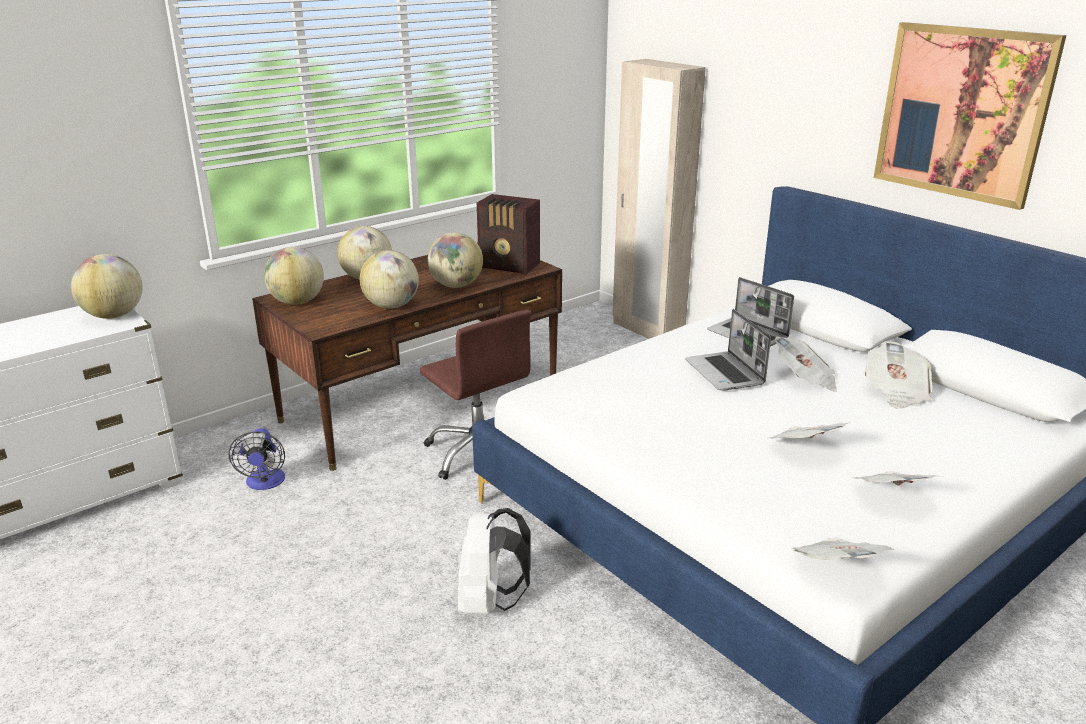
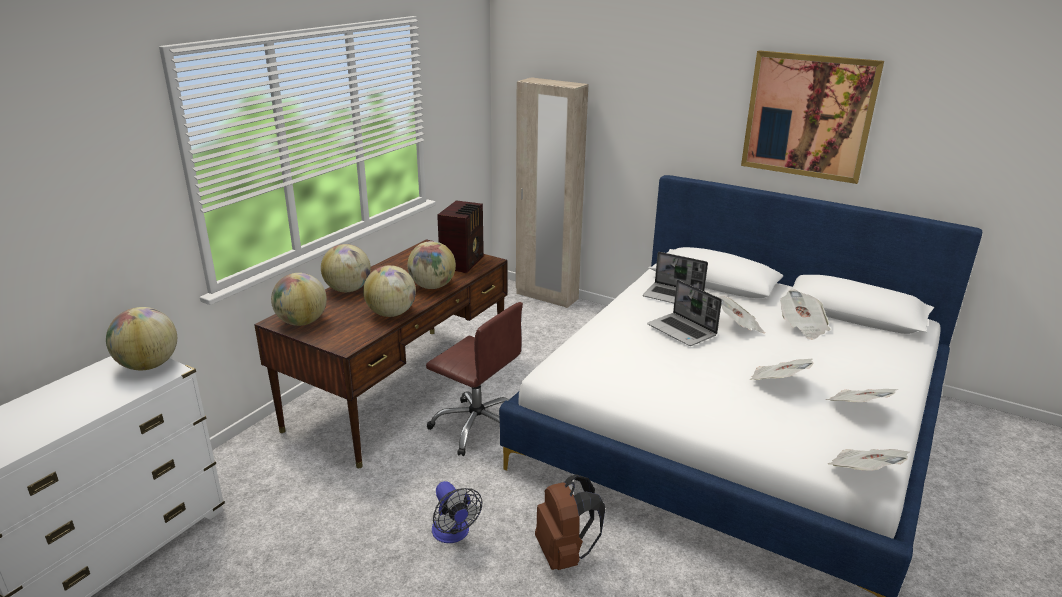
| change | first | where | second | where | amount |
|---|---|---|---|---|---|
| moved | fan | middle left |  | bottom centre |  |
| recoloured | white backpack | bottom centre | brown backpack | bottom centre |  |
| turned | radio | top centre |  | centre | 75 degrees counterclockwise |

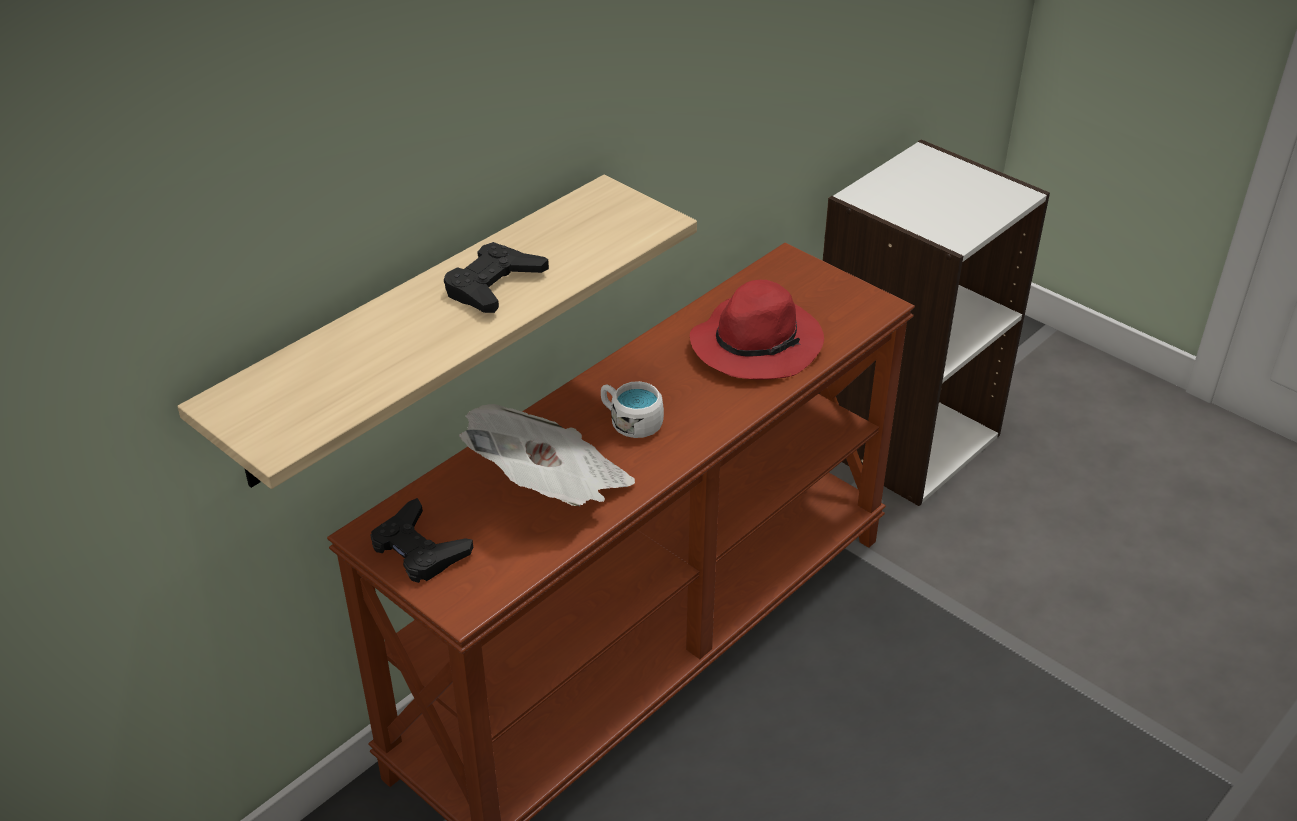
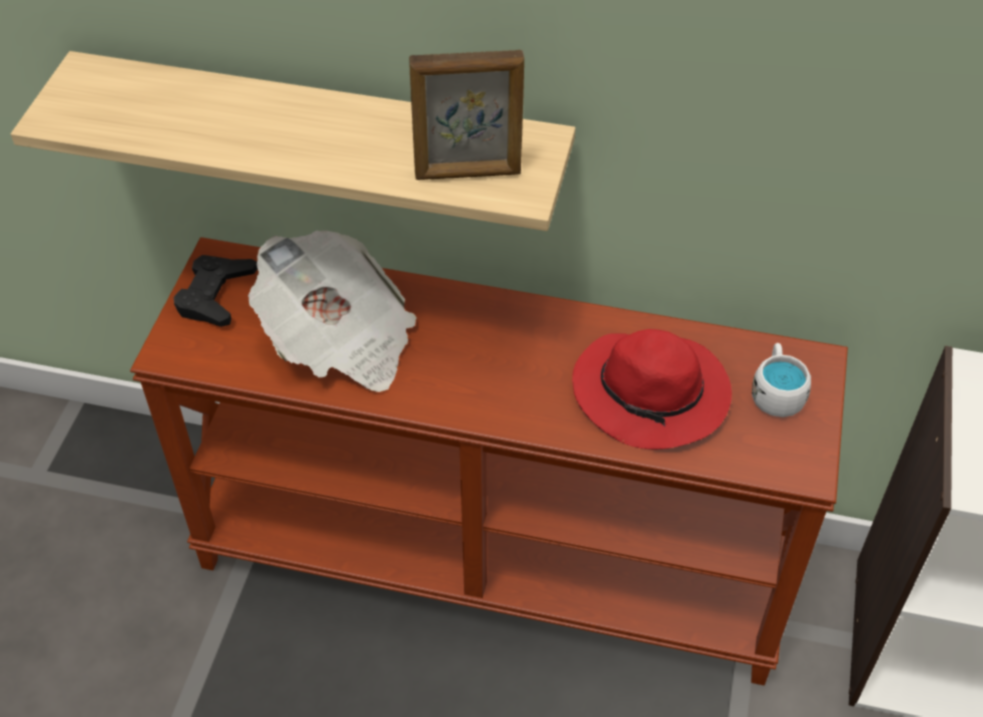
| change | first | where | second | where | amount |
|---|---|---|---|---|---|
| removed | black game controller (2nd from left) | centre |  |  |  |
| moved | white mug | centre |  | middle right |  |
| added |  |  | picture frame | top centre |  |

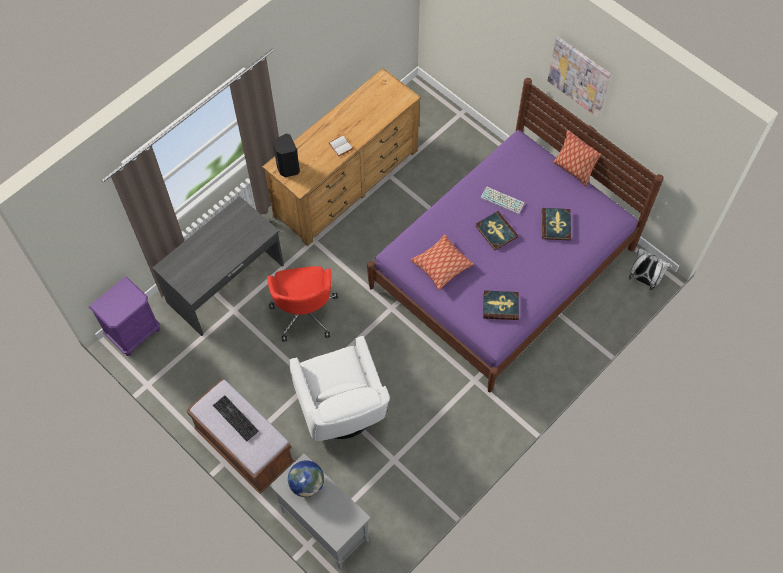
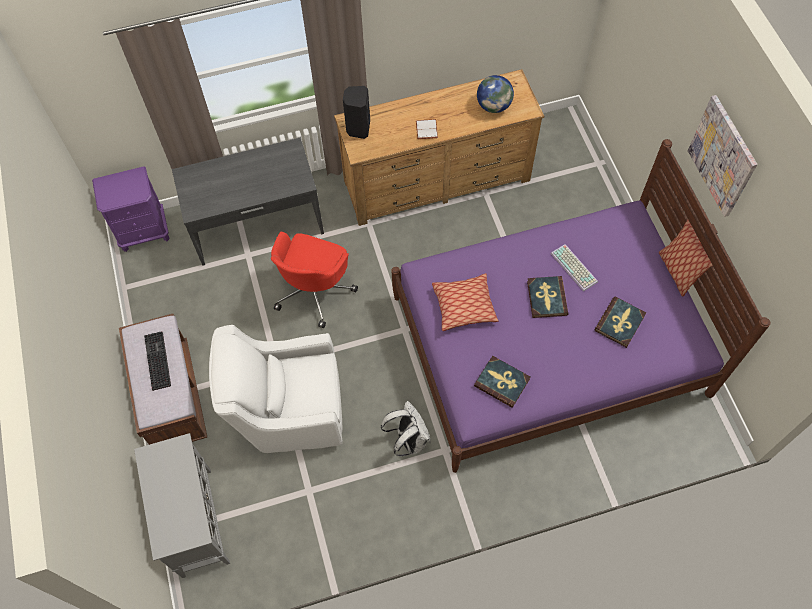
| change | first | where | second | where | amount |
|---|---|---|---|---|---|
| moved | globe | bottom centre |  | top centre |  |
| turned | white armchair | bottom centre |  | centre | 75 degrees clockwise |
| moved | white backpack | middle right |  | bottom centre |  |

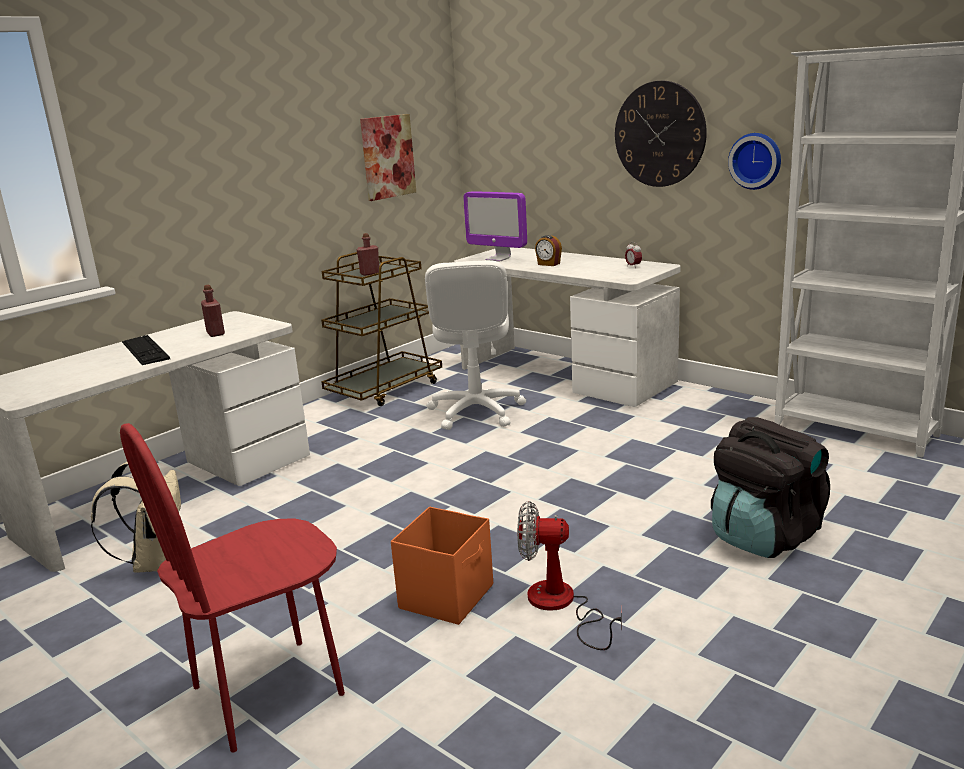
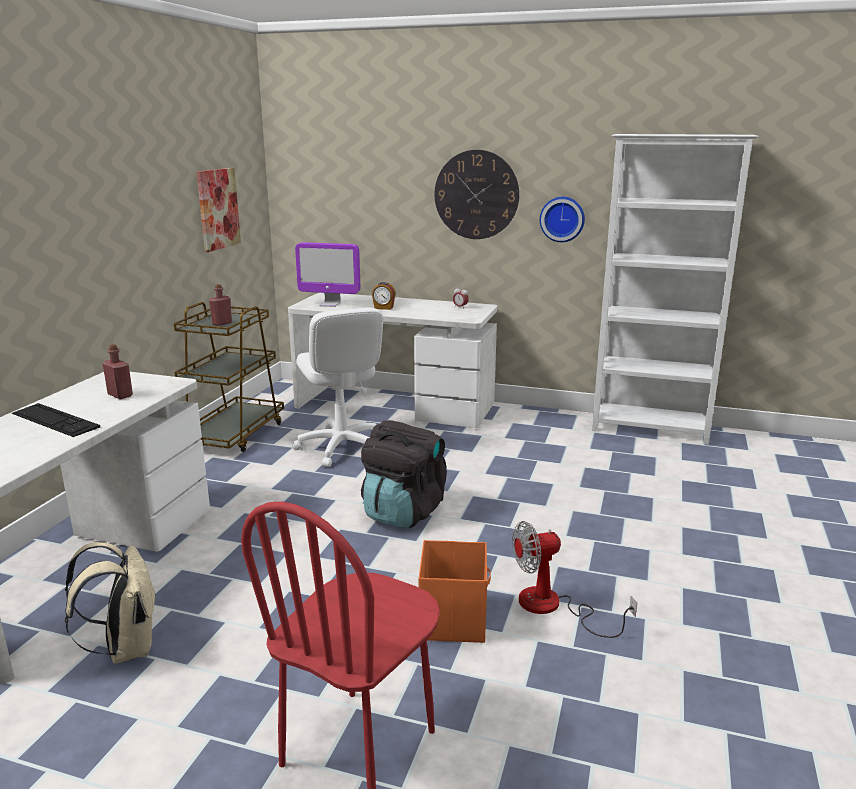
| change | first | where | second | where | amount |
|---|---|---|---|---|---|
| moved | black backpack | middle right |  | centre |  |

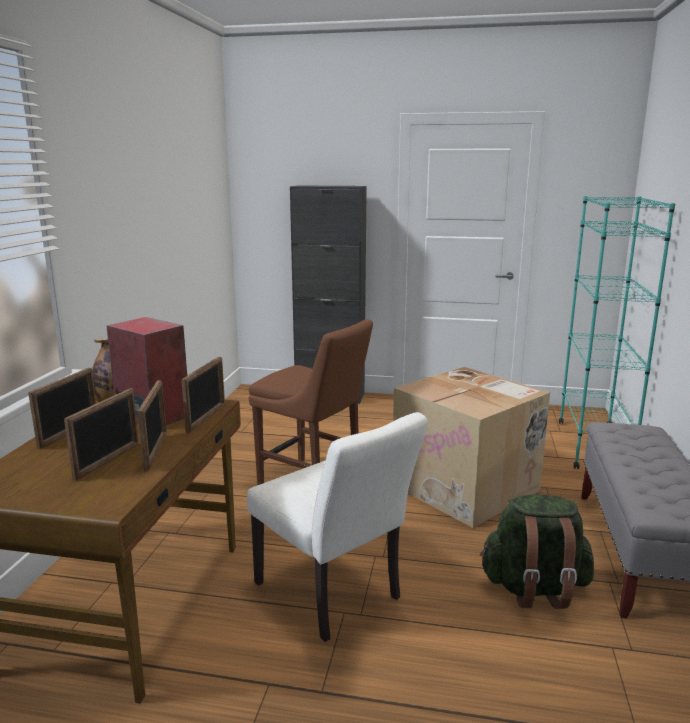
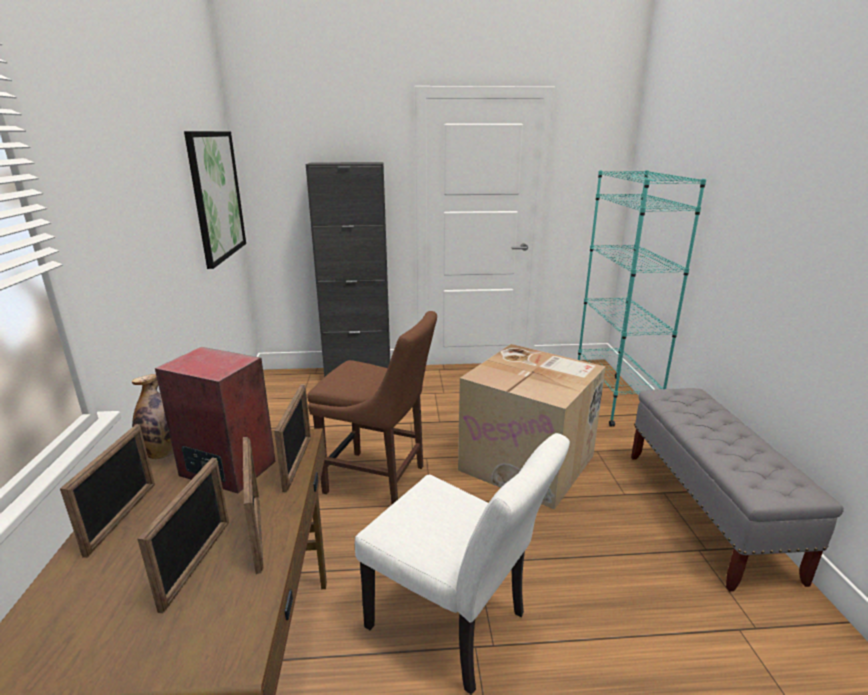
| change | first | where | second | where | amount |
|---|---|---|---|---|---|
| removed | green backpack | bottom right |  |  |  |
| added |  |  | picture | top left |  |

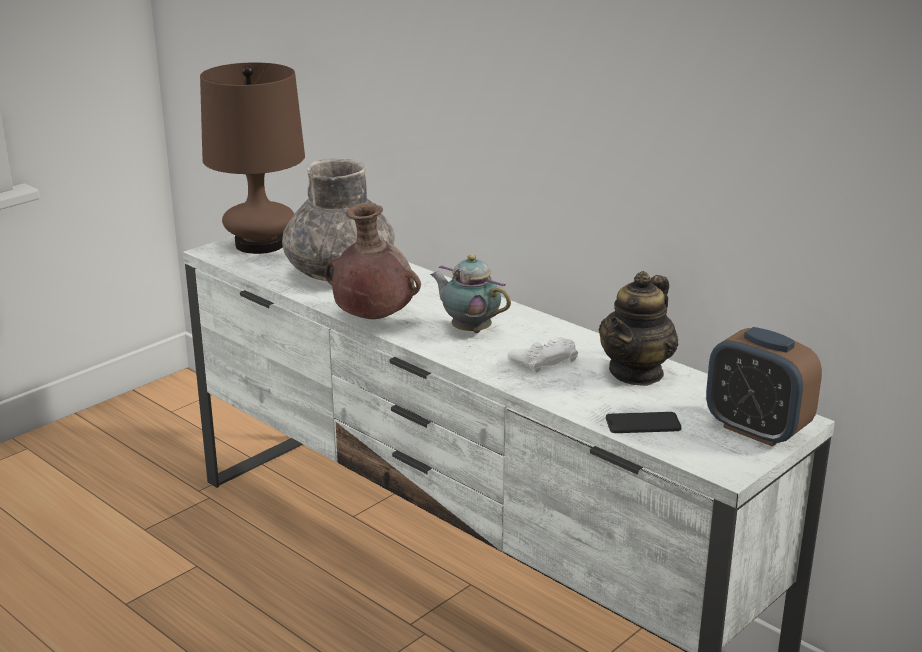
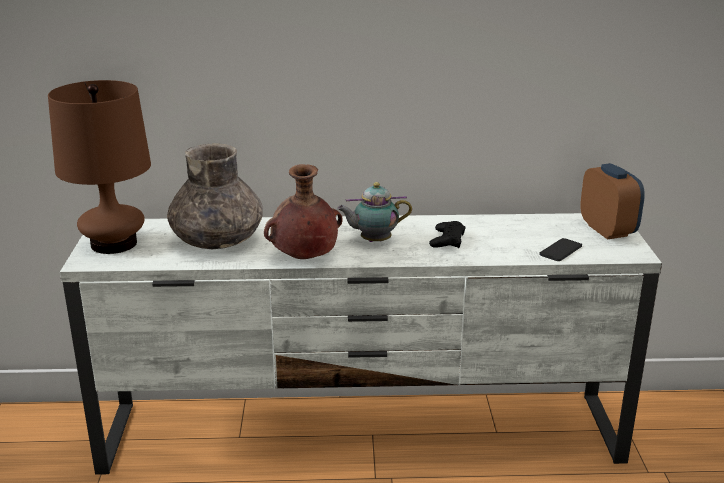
| change | first | where | second | where | amount |
|---|---|---|---|---|---|
| recoloured | white game controller | centre | black game controller | centre |  |
| removed | teapot (2nd from left) | middle right |  |  |  |
| turned | alarm clock | middle right |  | middle right | 105 degrees counterclockwise |

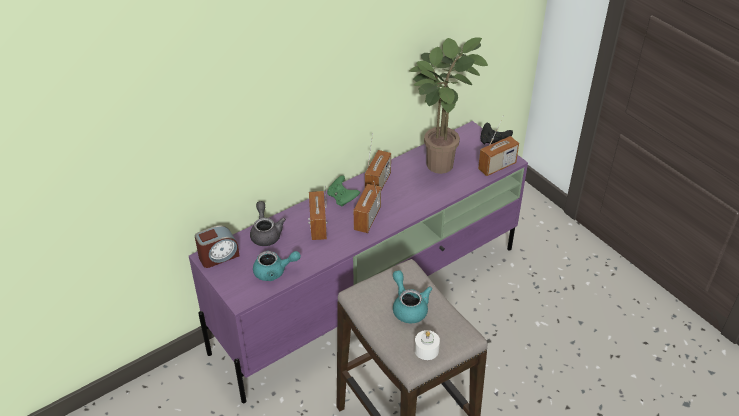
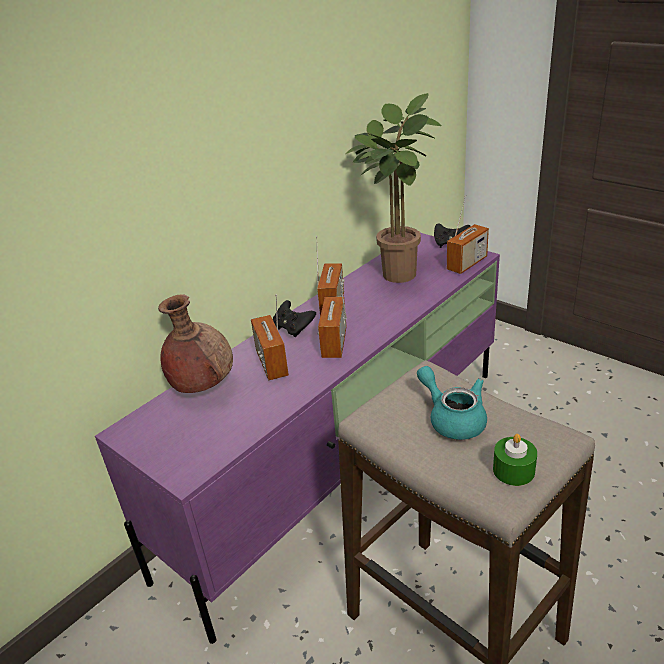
| change | first | where | second | where | amount |
|---|---|---|---|---|---|
| removed | alarm clock | middle left |  |  |  |
| replaced | grey teapot | centre | brown vase | middle left |  |
| removed | turquoise teapot (1st from left) | centre |  |  |  |
| recoloured | green game controller | centre | black game controller (1st from left) | centre |  |
| recoloured | white candle | bottom centre | green candle | bottom right |  |

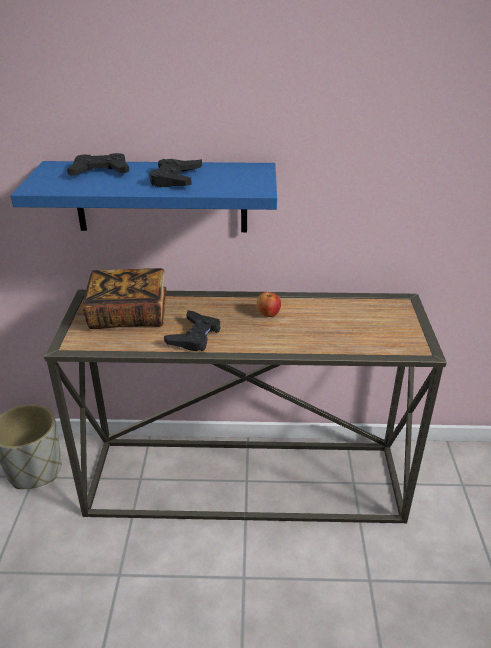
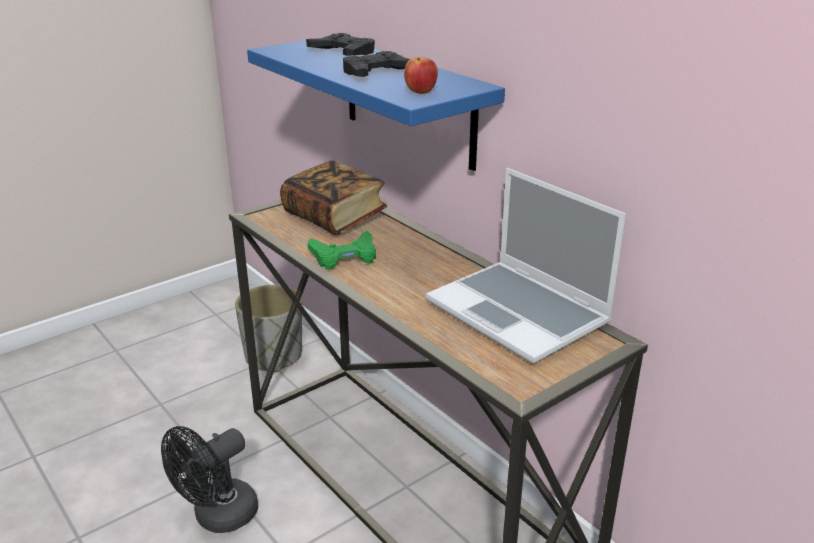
| change | first | where | second | where | amount |
|---|---|---|---|---|---|
| recoloured | black game controller (3rd from left) | centre | green game controller | centre |  |
| moved | apple | centre |  | top centre |  |
| added |  |  | black fan | bottom left |  |
| added |  |  | laptop | centre |  |

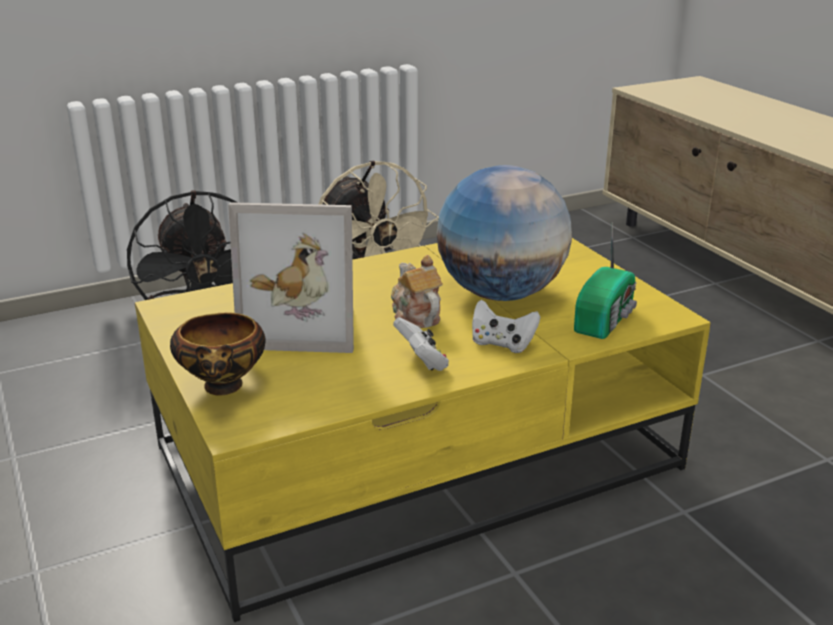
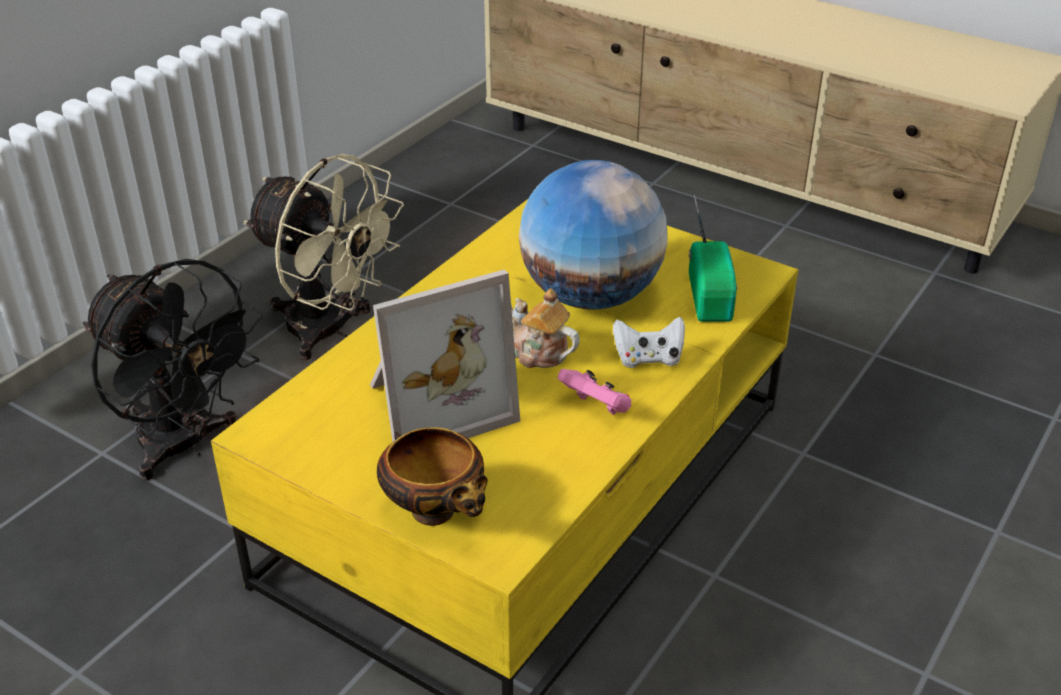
| change | first | where | second | where | amount |
|---|---|---|---|---|---|
| recoloured | white game controller (1st from left) | centre | pink game controller | centre |  |

